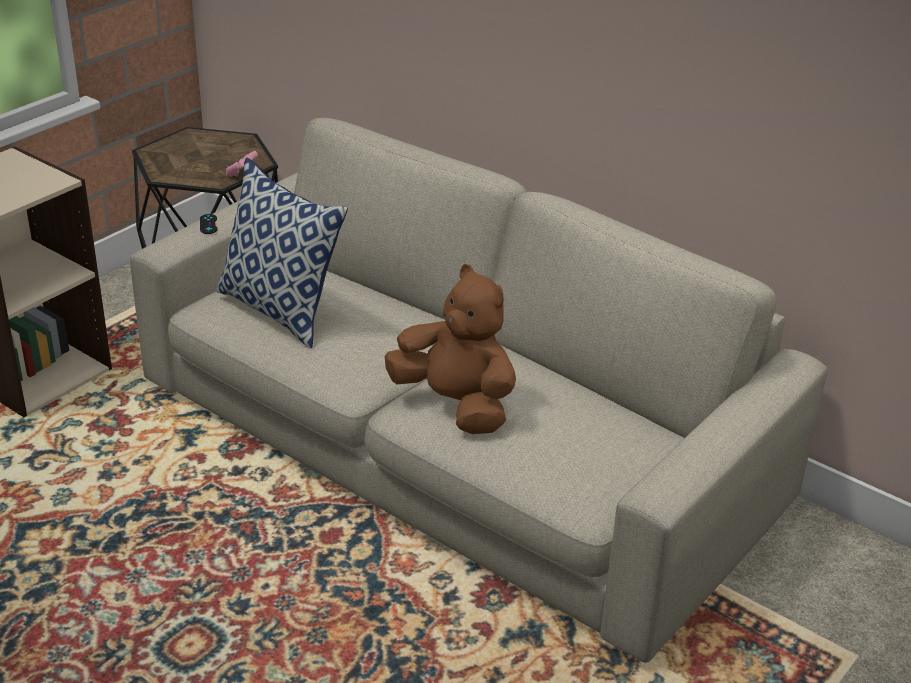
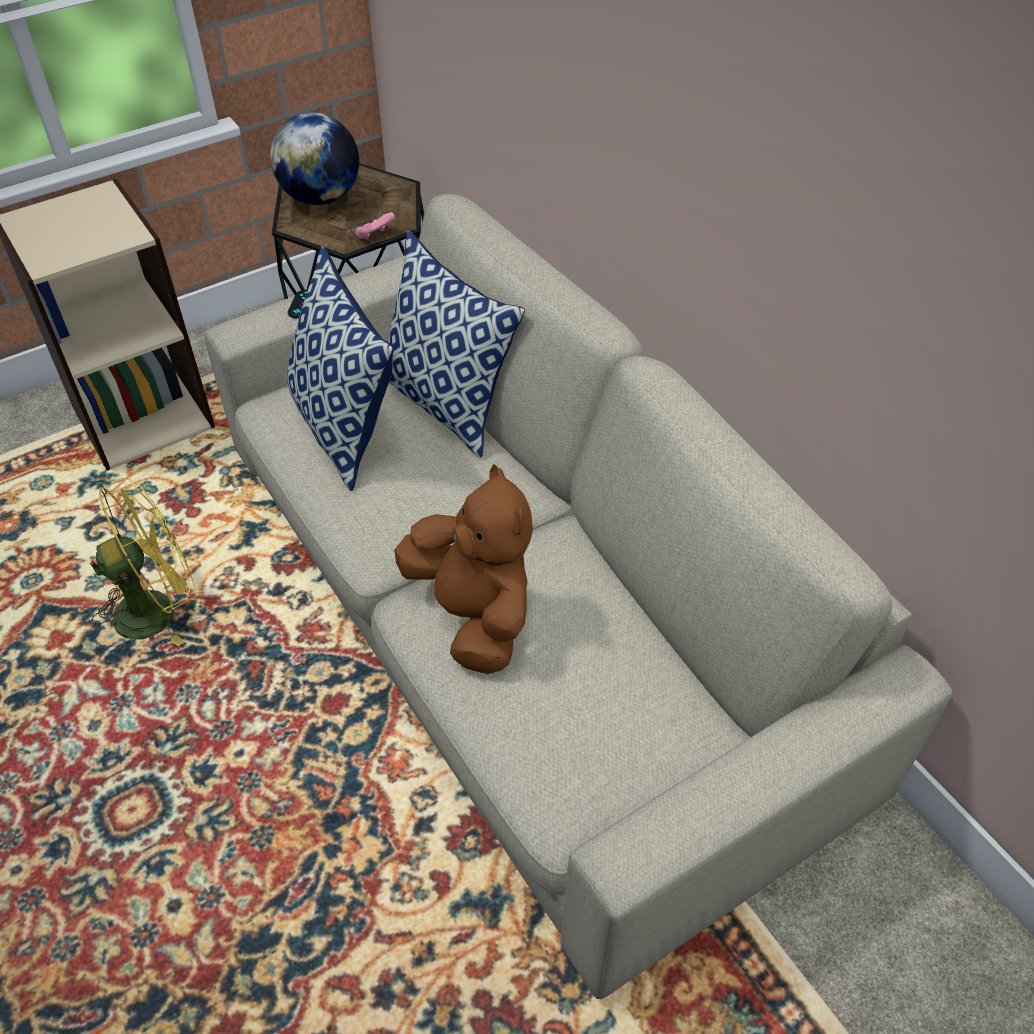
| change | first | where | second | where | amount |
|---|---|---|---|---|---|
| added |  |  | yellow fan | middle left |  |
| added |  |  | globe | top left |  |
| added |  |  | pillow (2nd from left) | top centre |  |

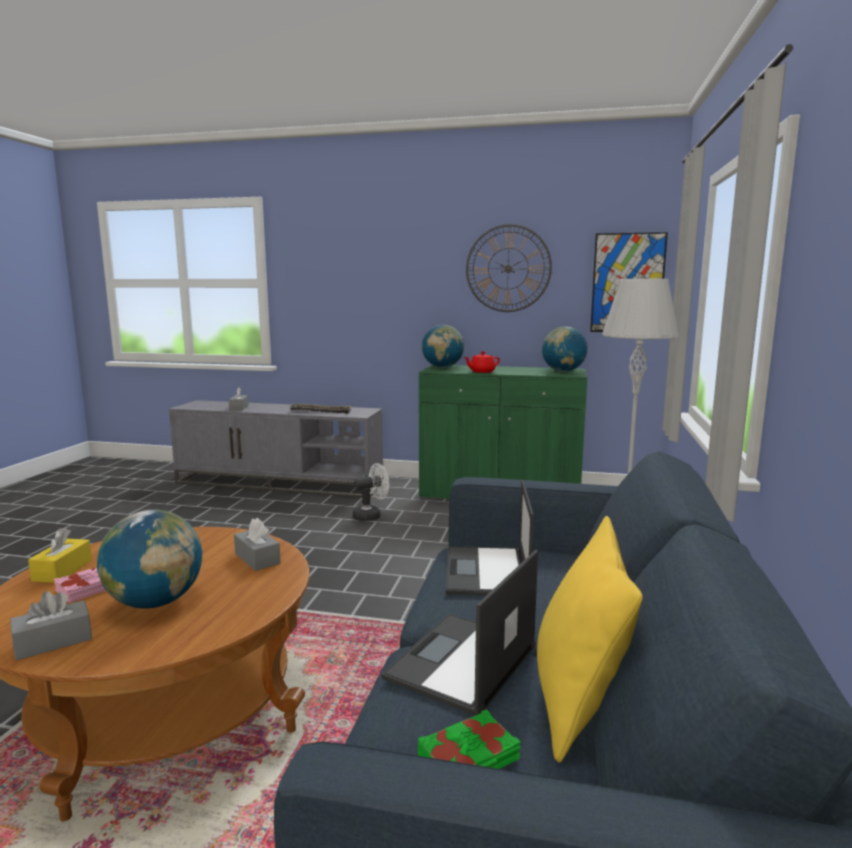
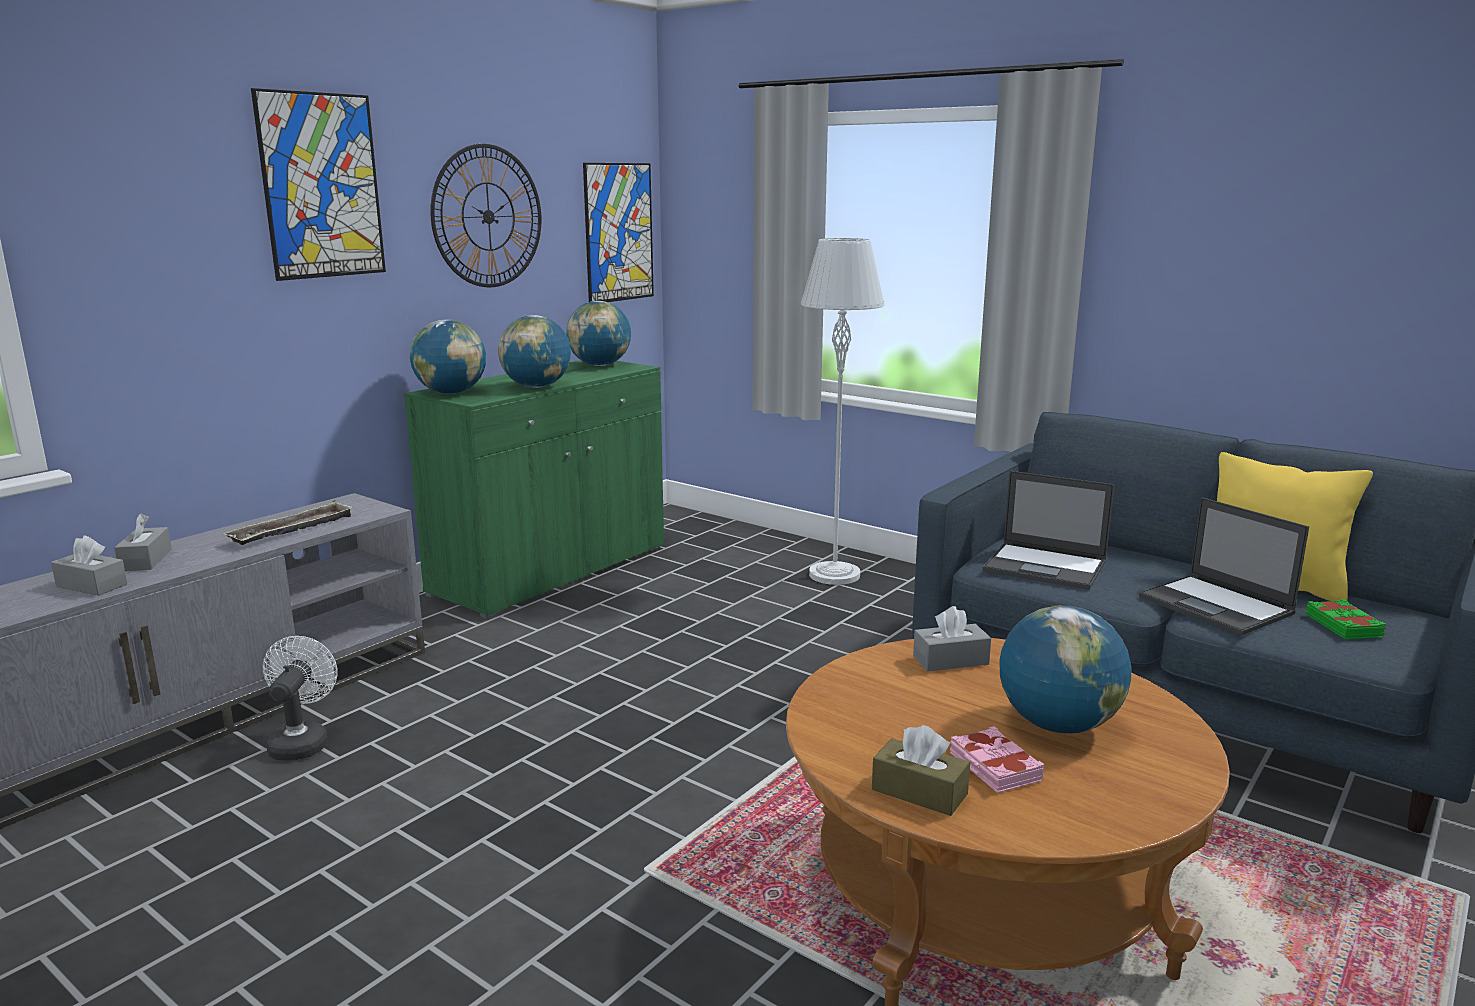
| change | first | where | second | where | amount |
|---|---|---|---|---|---|
| moved | grey tissue box (1st from left in the first image) | bottom left | grey tissue box (2nd from left) | middle left |  |
| recoloured | yellow tissue box | middle left | brown tissue box | bottom centre |  |
| moved | white fan | centre |  | bottom left |  |
| replaced | red teapot | centre | globe (2nd from left) | centre |  |
| added |  |  | picture (1st from left) | top left |  |

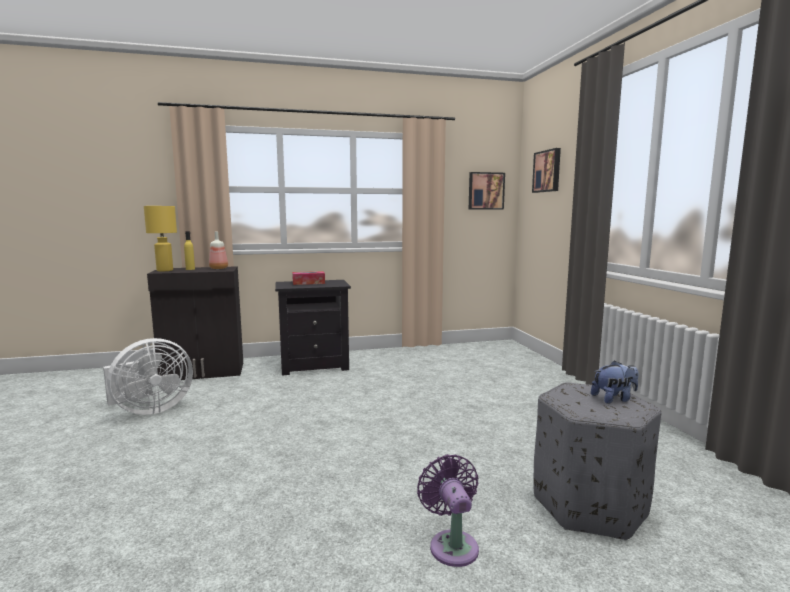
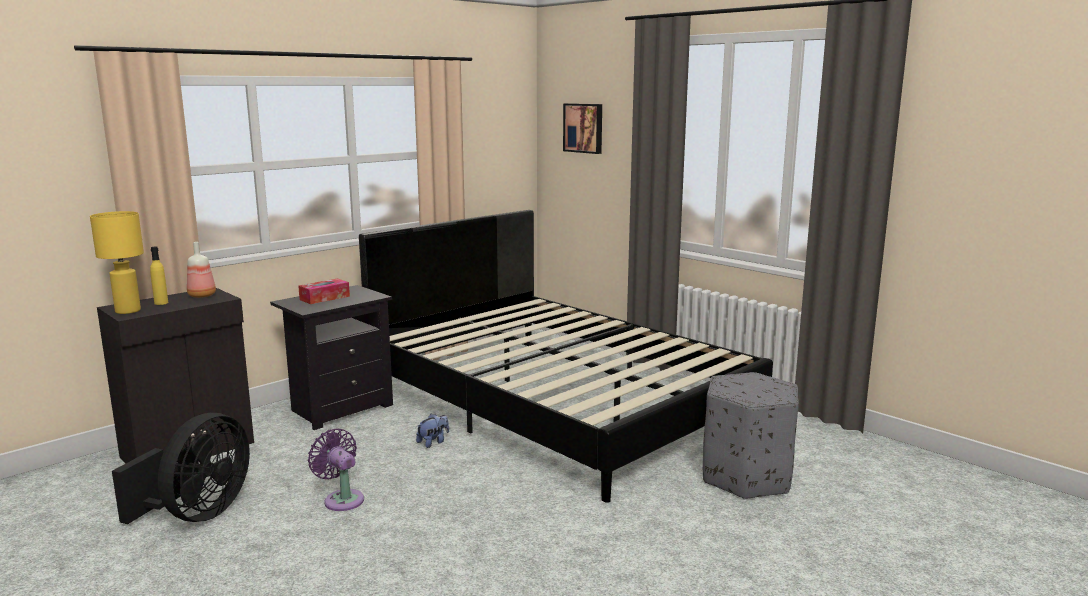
| change | first | where | second | where | amount |
|---|---|---|---|---|---|
| recoloured | white fan | middle left | black fan | bottom left |  |
| moved | purple fan | bottom centre |  | bottom left |  |
| removed | picture (1st from left) | top centre |  |  |  |
| moved | plush toy | middle right |  | bottom centre |  |
| added |  |  | black bed | centre |  |

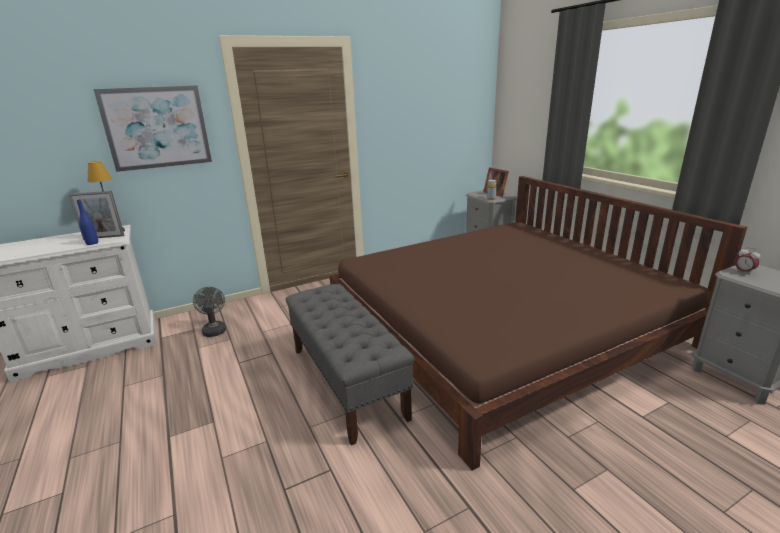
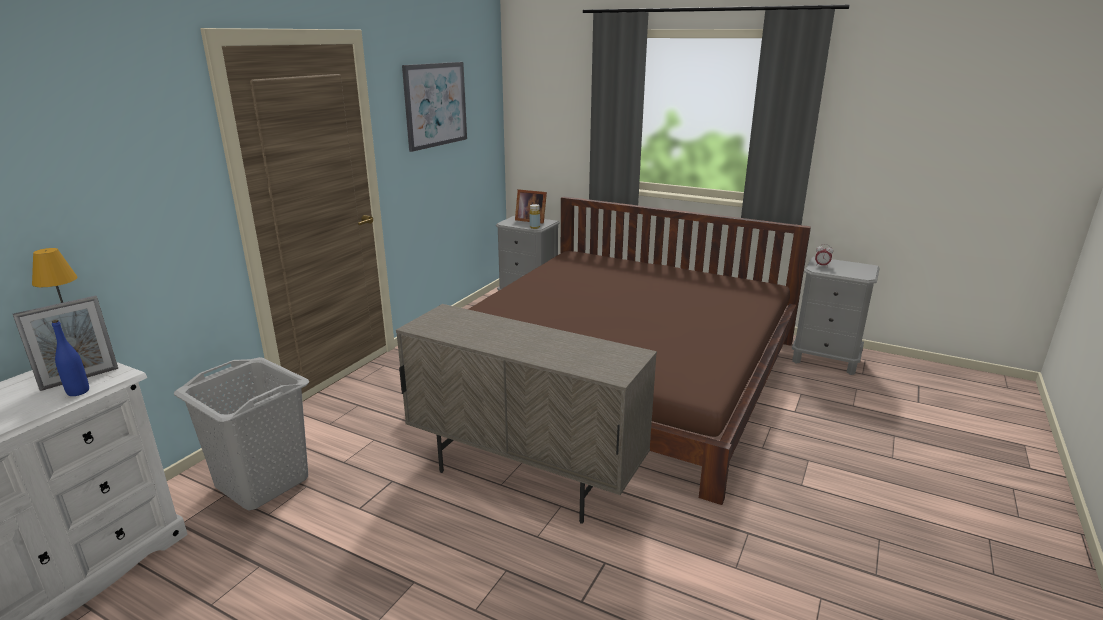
| change | first | where | second | where | amount |
|---|---|---|---|---|---|
| moved | picture | top left |  | top centre |  |
| replaced | grey fan | middle left | grey laundry basket | bottom left |  |
| replaced | grey bench | bottom centre | beige cabinet | bottom centre |  |

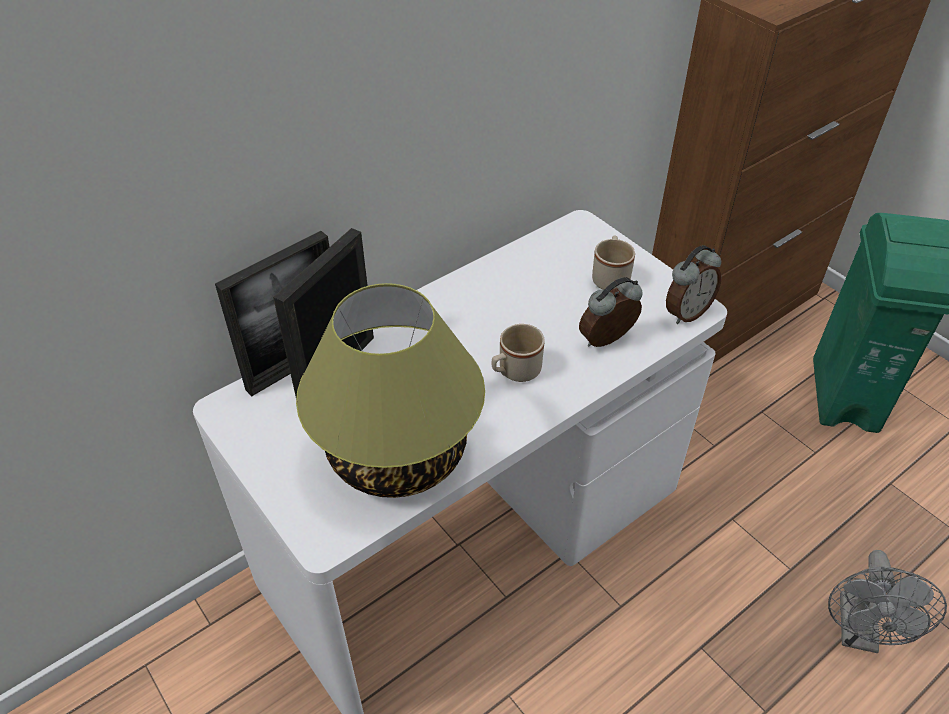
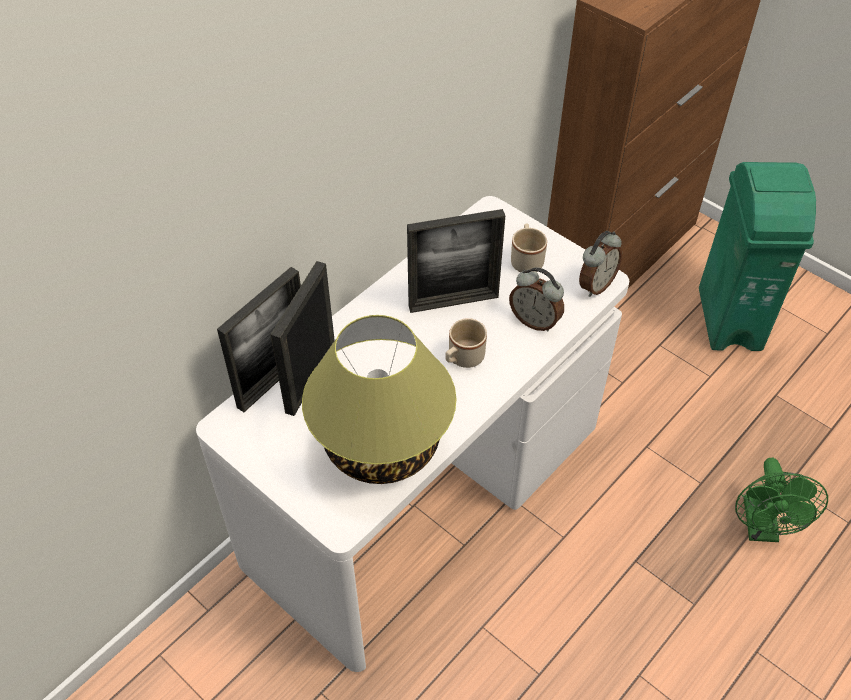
| change | first | where | second | where | amount |
|---|---|---|---|---|---|
| turned | alarm clock (1st from left) | centre |  | centre | 105 degrees counterclockwise |
| recoloured | grey fan | bottom right | green fan | bottom right |  |
| added |  |  | picture frame (3rd from left) | centre |  |

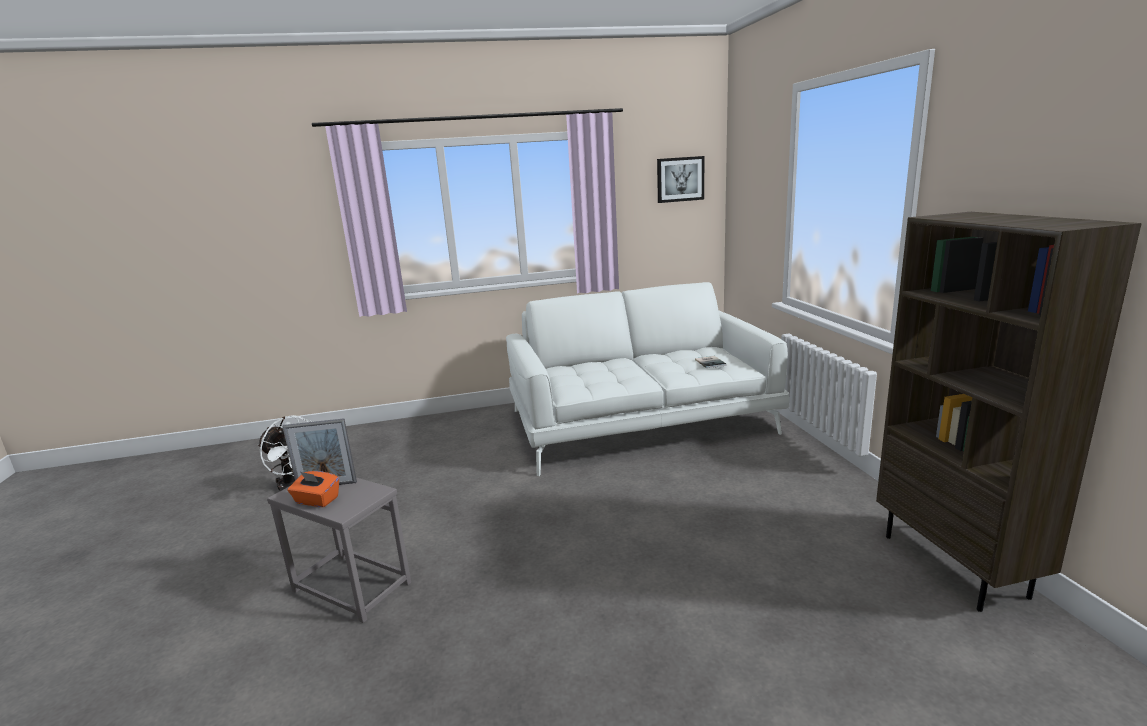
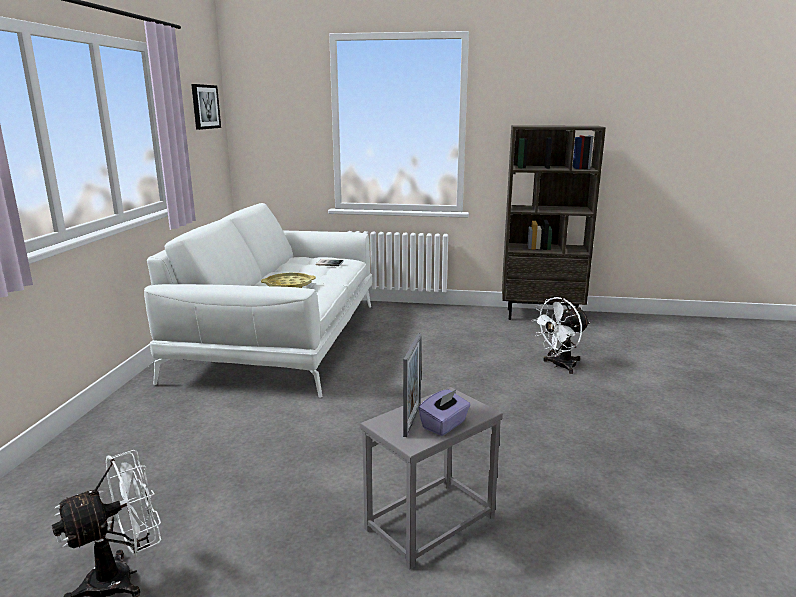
| change | first | where | second | where | amount |
|---|---|---|---|---|---|
| recoloured | orange tissue box | bottom left | purple tissue box | bottom centre |  |
| added |  |  | yellow tray | centre |  |
| added |  |  | white fan (2nd from left) | middle right |  |

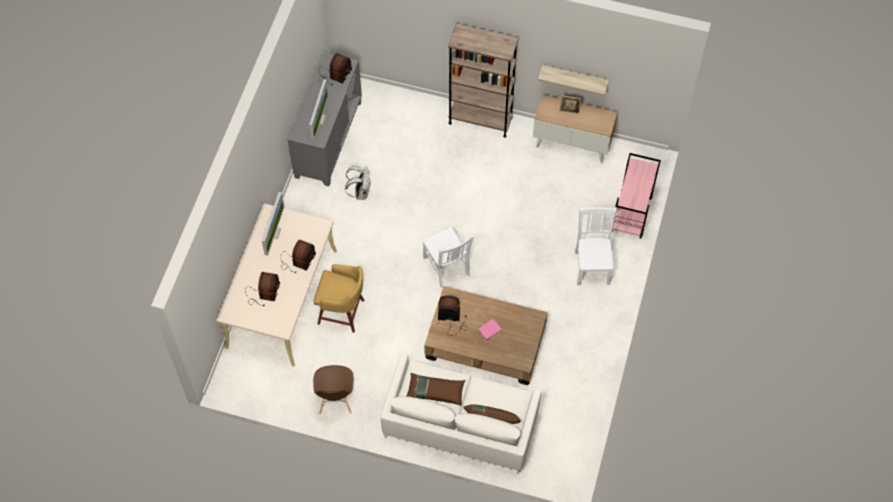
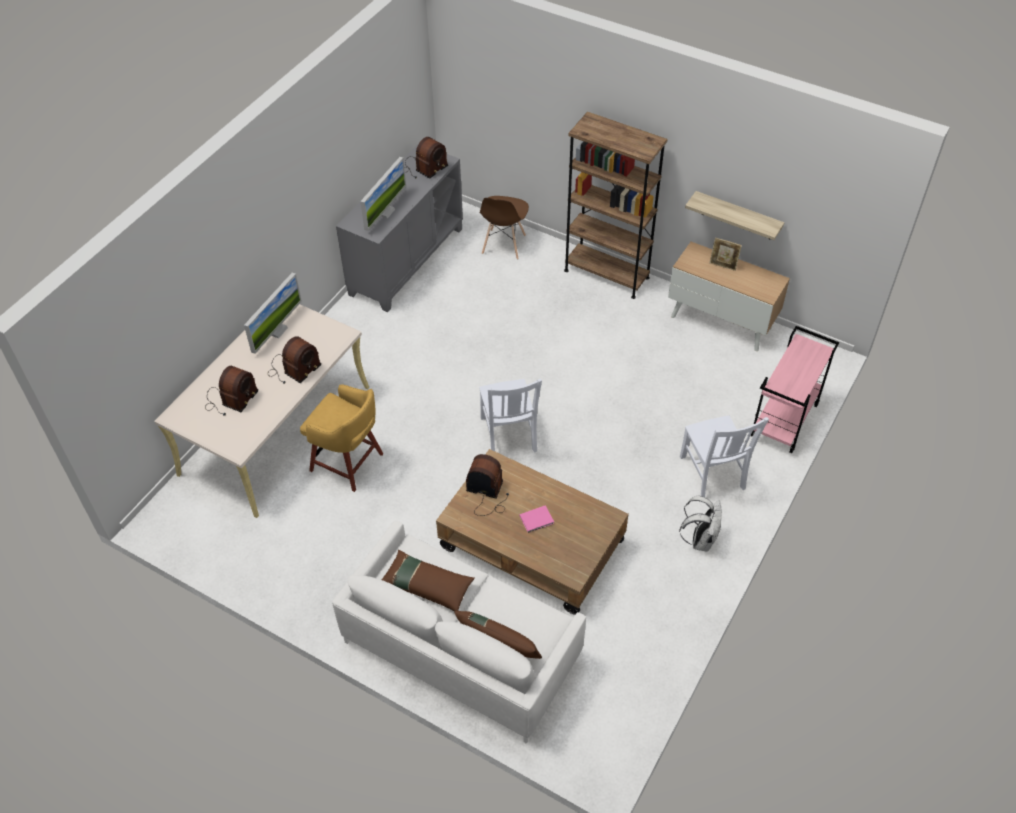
| change | first | where | second | where | amount |
|---|---|---|---|---|---|
| moved | brown chair | bottom centre |  | top centre |  |
| moved | white backpack | centre |  | middle right |  |
| turned | white chair (2nd from left) | middle right |  | middle right | 150 degrees clockwise |

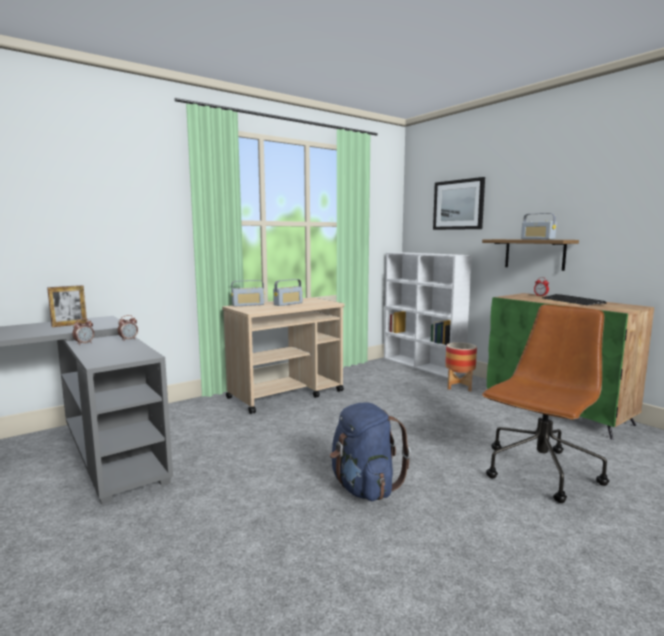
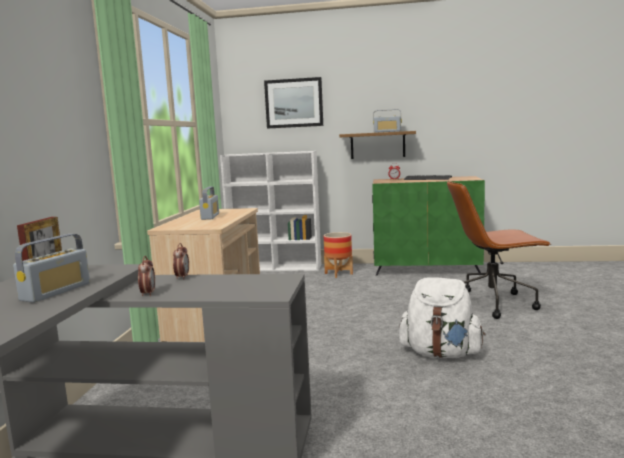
| change | first | where | second | where | amount |
|---|---|---|---|---|---|
| moved | radio (1st from left) | centre |  | middle left |  |
| recoloured | blue backpack | bottom centre | white backpack | bottom right |  |
| turned | brown office chair | middle right |  | middle right | 90 degrees counterclockwise |

